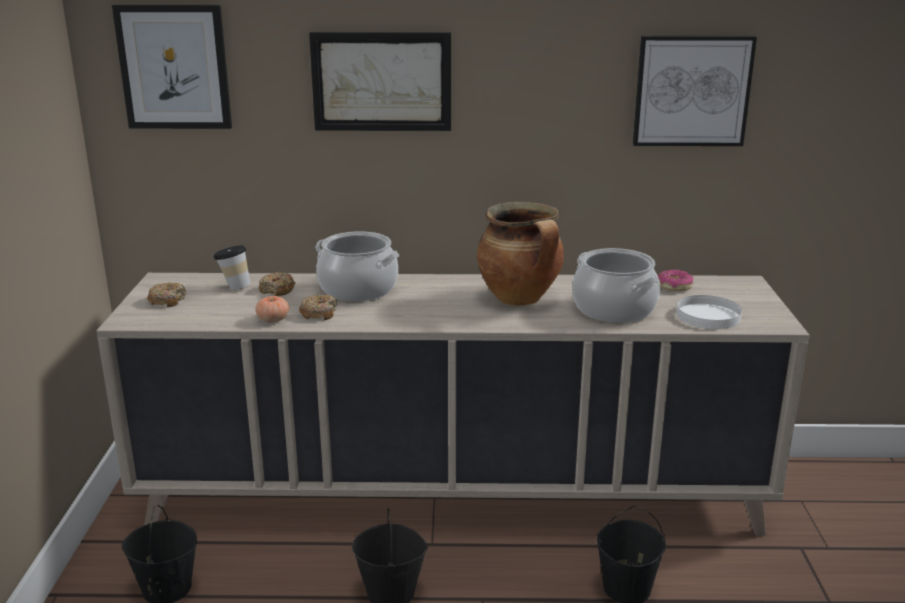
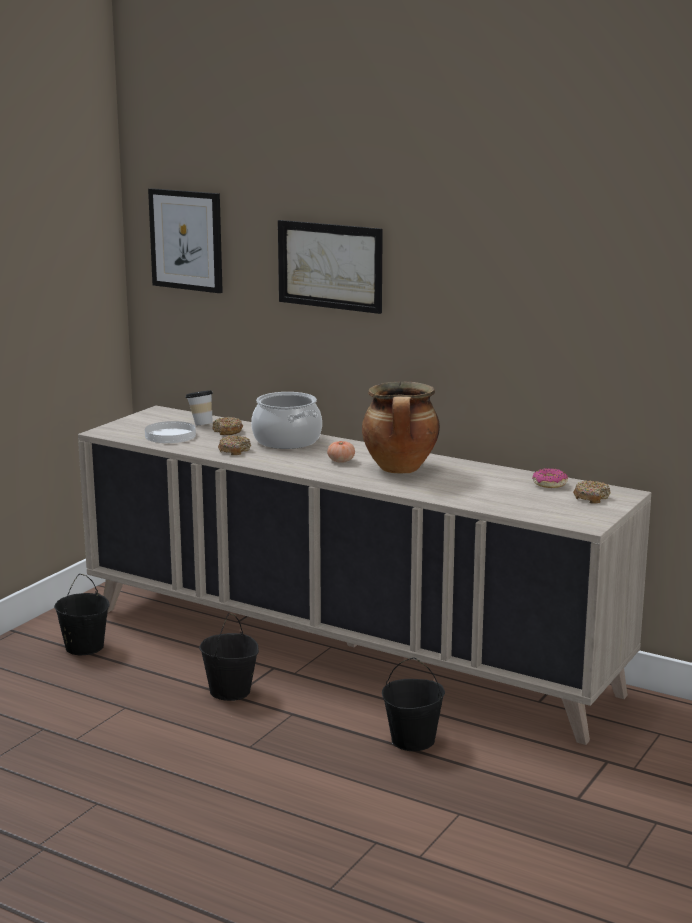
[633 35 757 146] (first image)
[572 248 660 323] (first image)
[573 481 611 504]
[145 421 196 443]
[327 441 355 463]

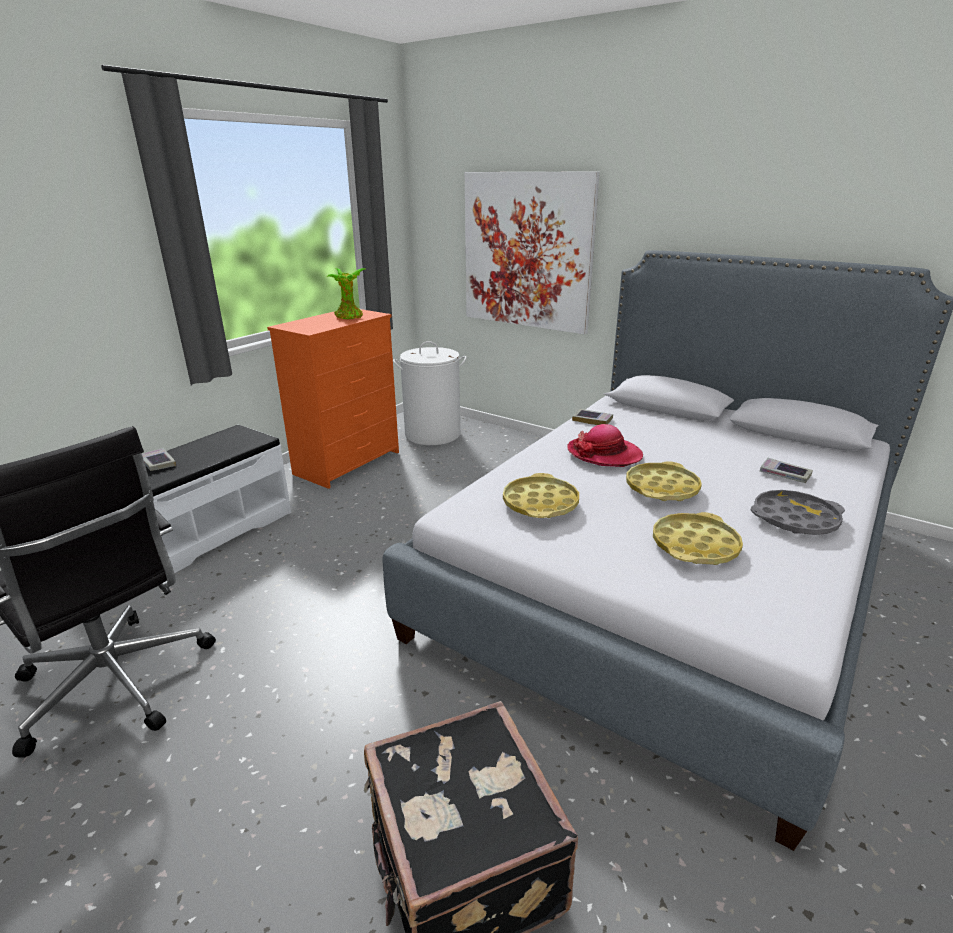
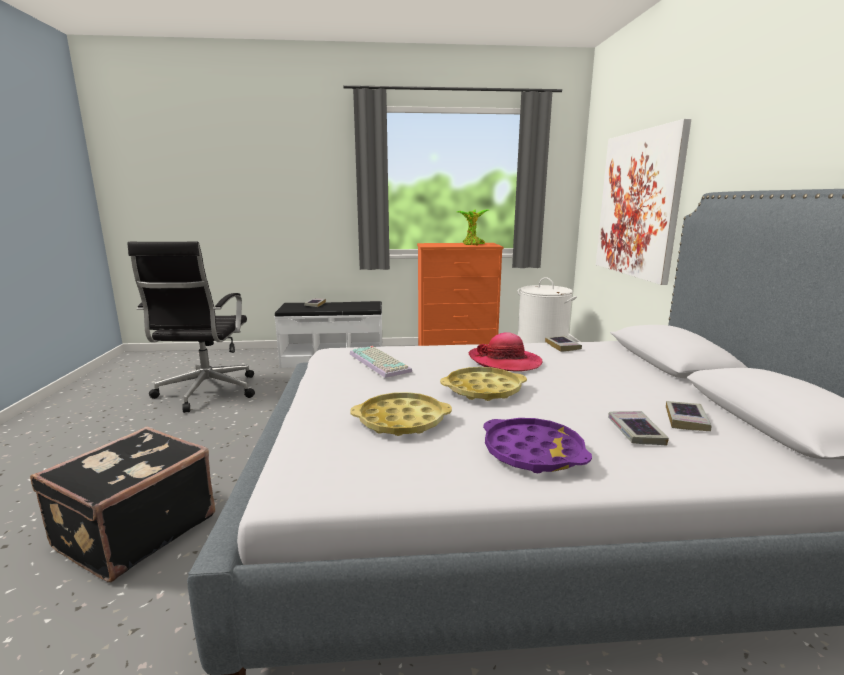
[350 346 412 378]
[483 418 592 473]
[666 401 712 431]

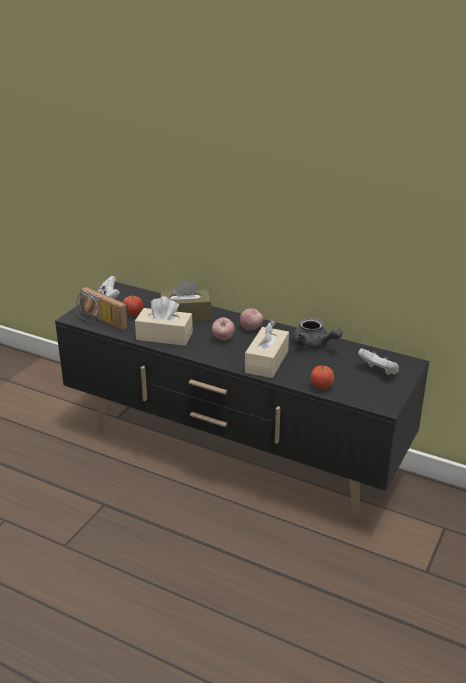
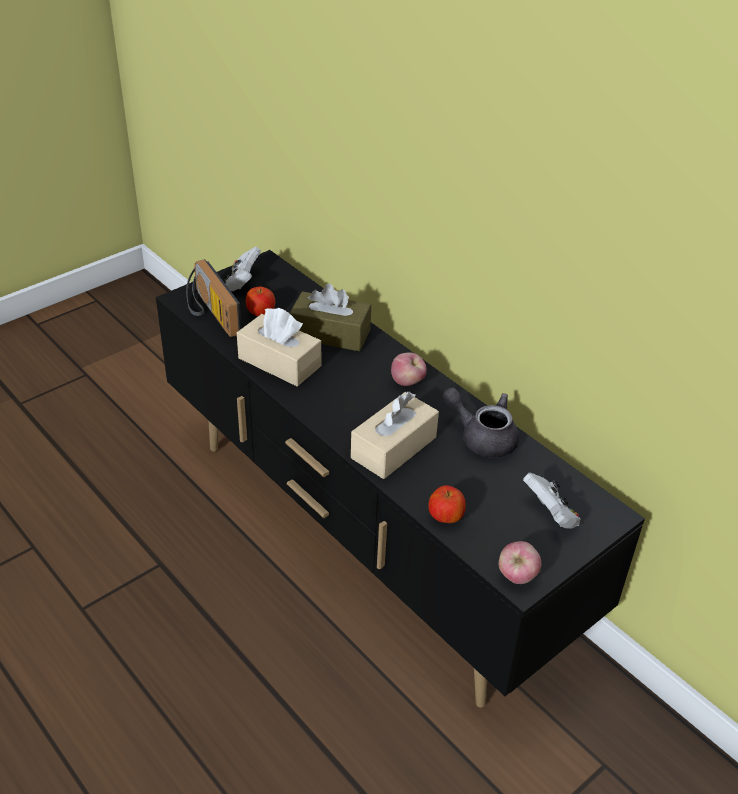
[499 541 541 584]
[442 387 519 457]

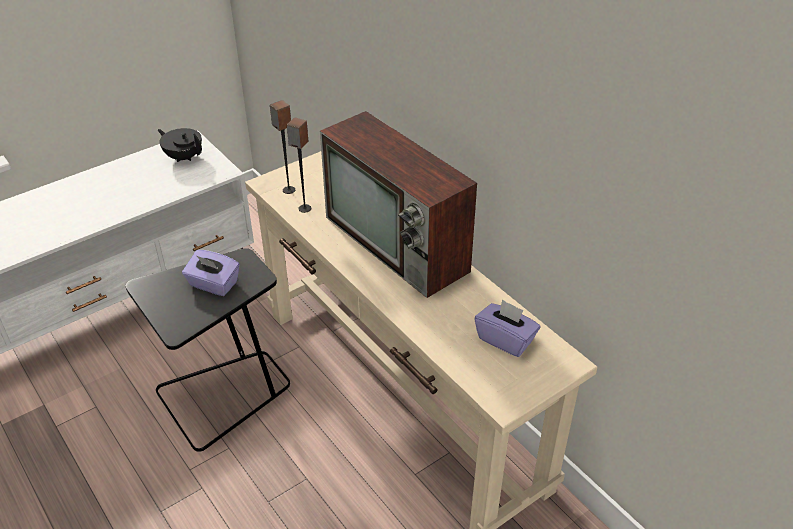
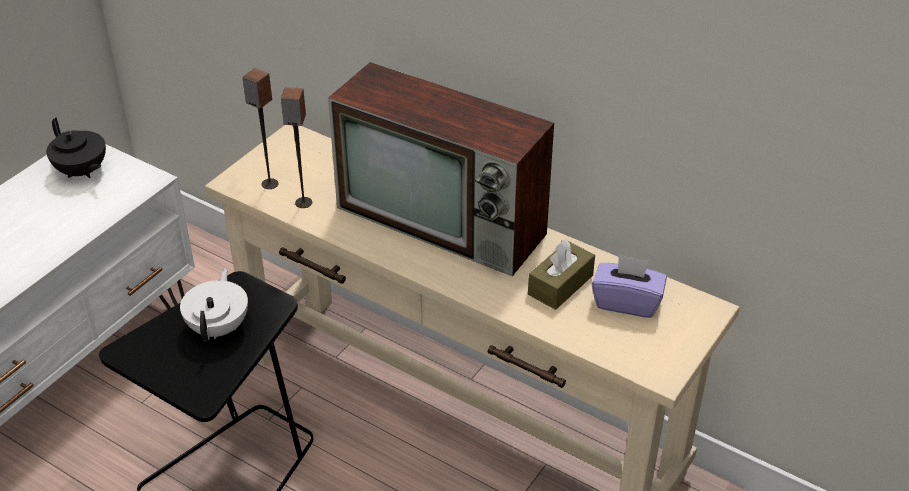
[46 117 106 178]
[180 268 248 342]
[528 239 595 310]

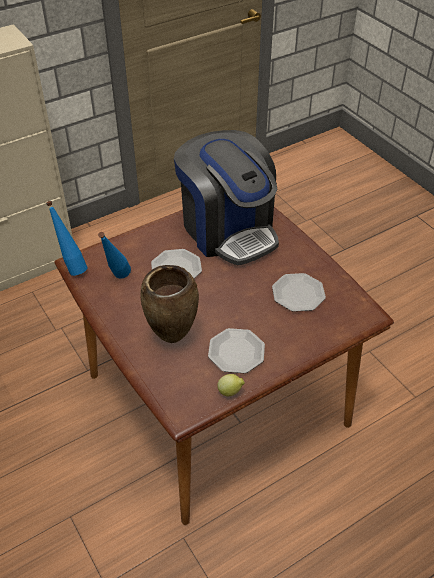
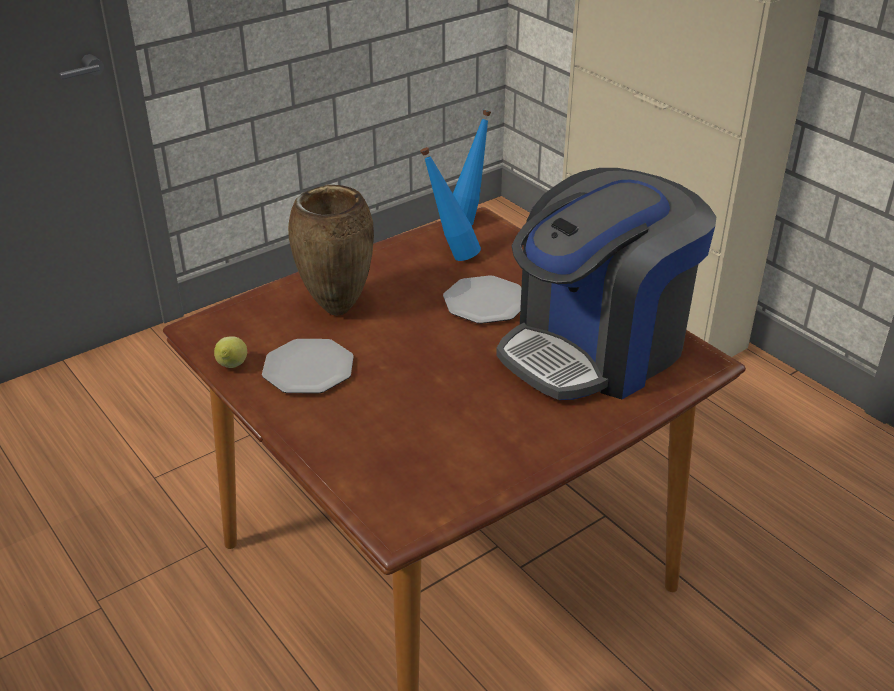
[272 273 326 312] (first image)

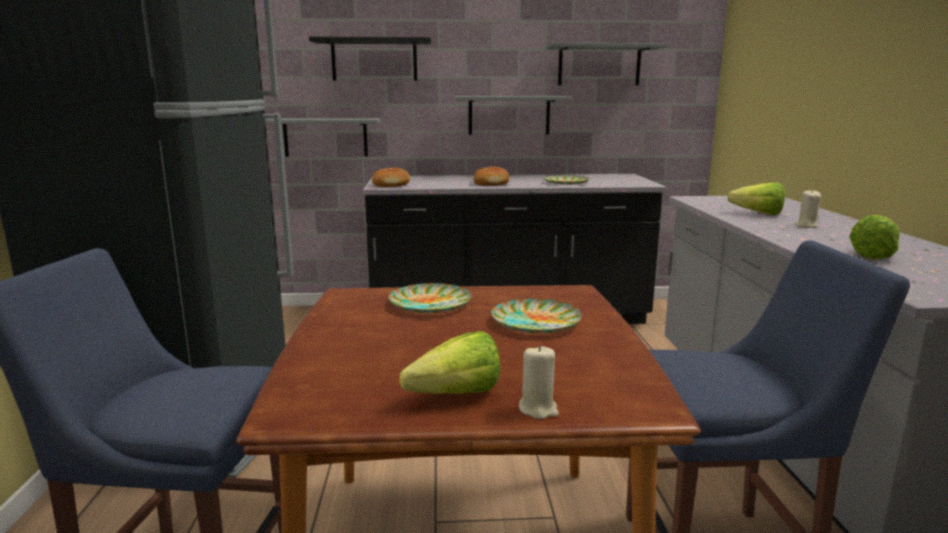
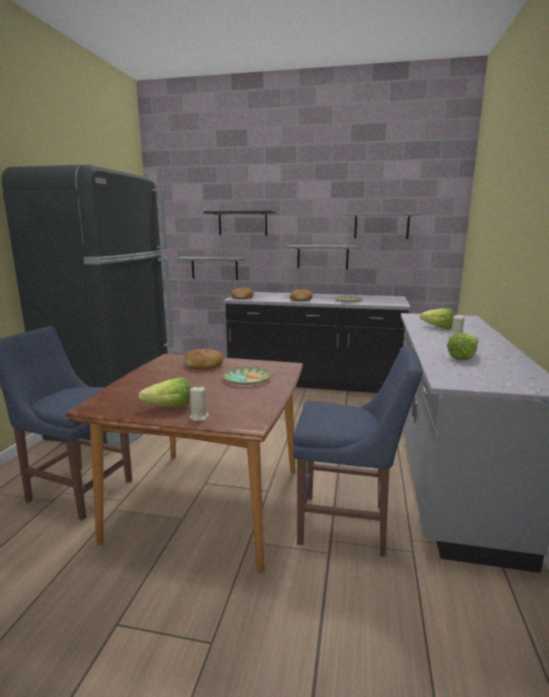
[184 349 223 369]

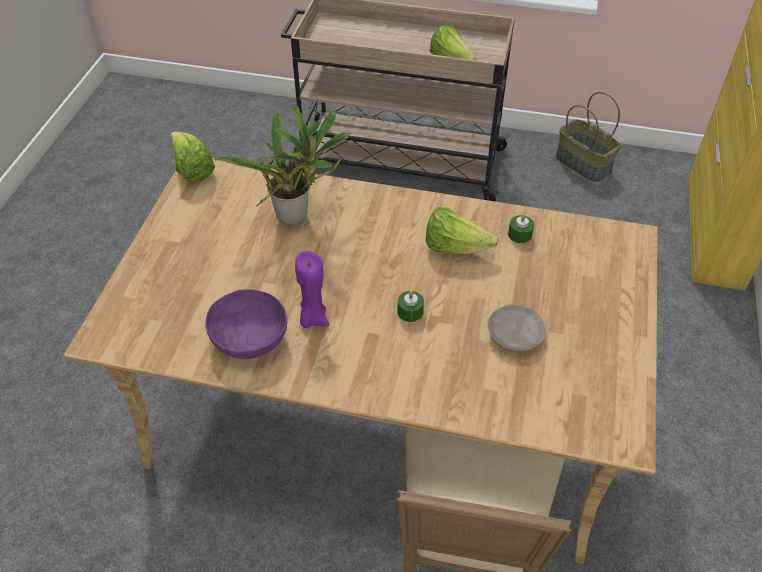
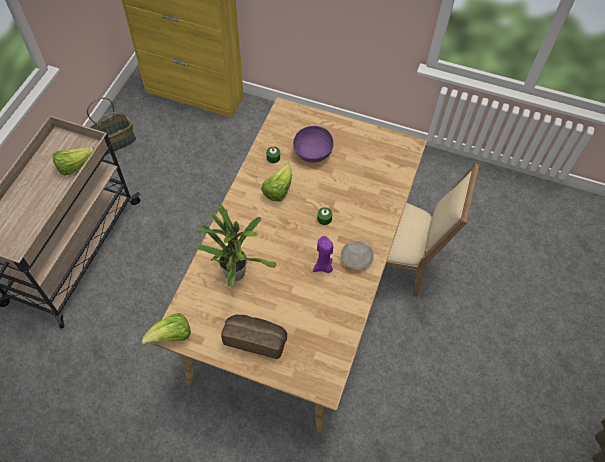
[293 126 334 163]
[341 241 374 270]
[221 314 287 359]

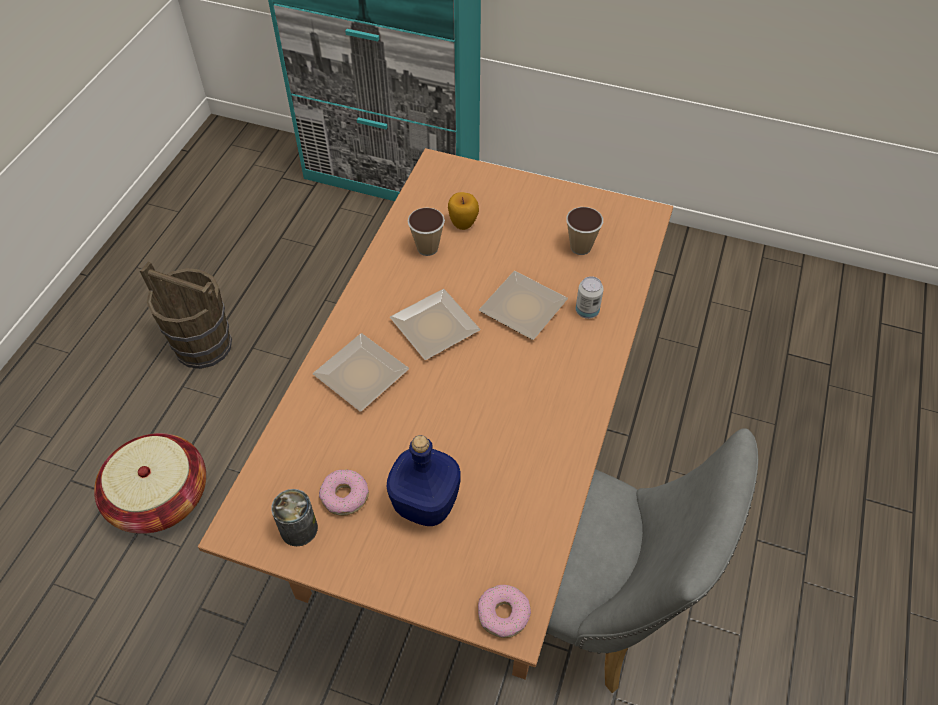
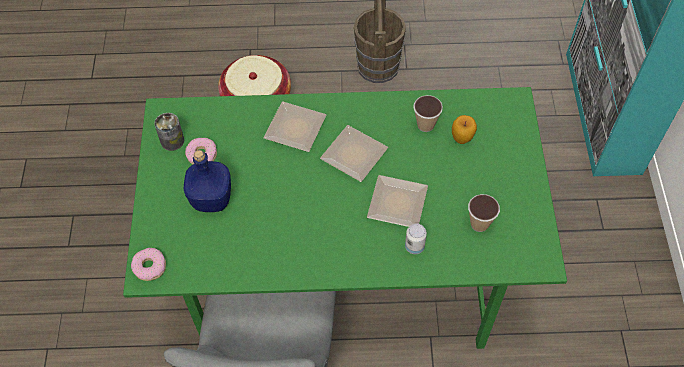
[123 87 567 349]

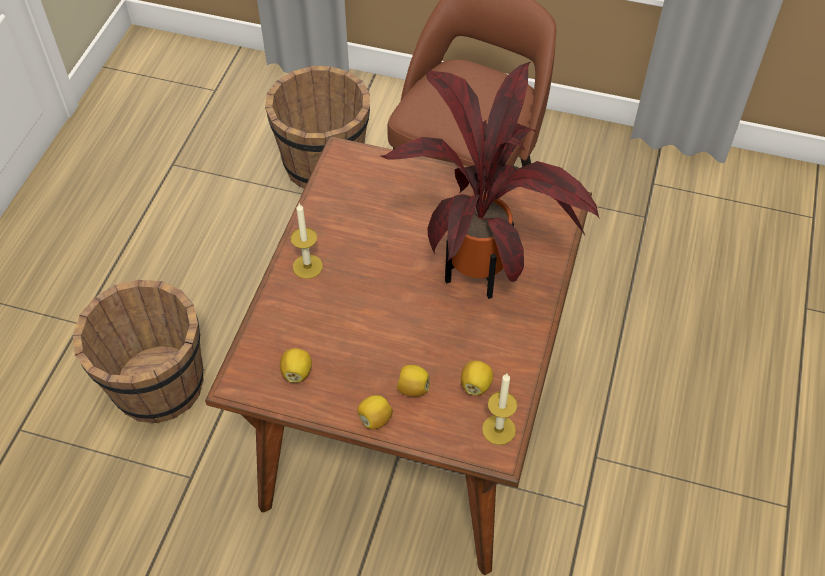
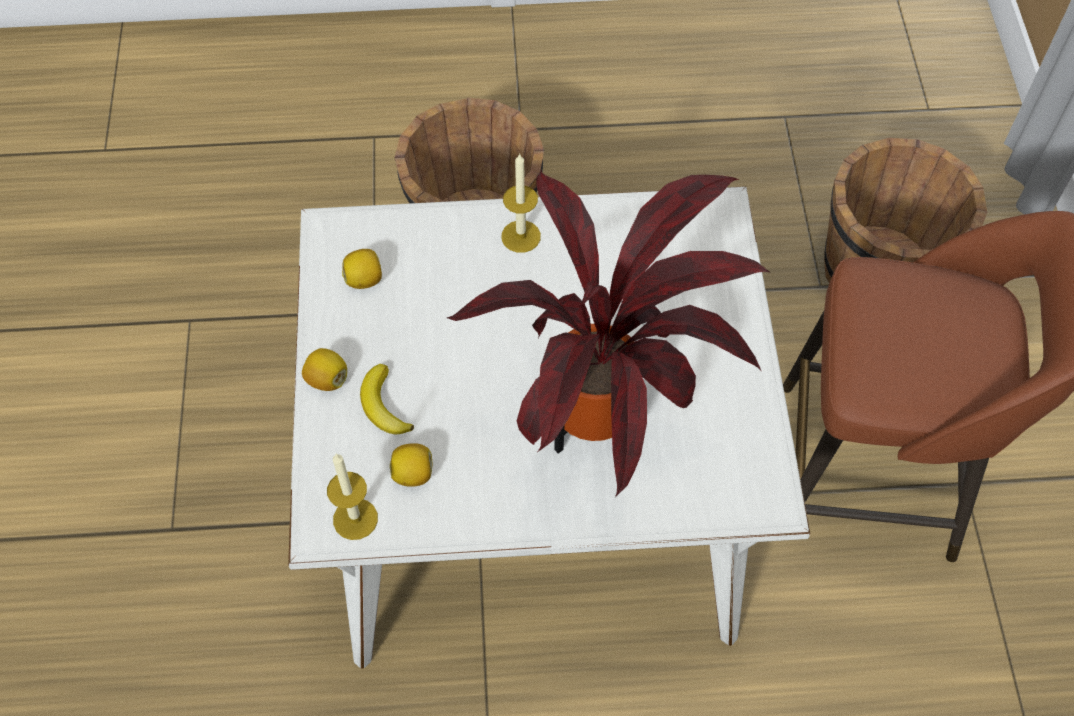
[288 186 810 669]
[360 364 414 435]

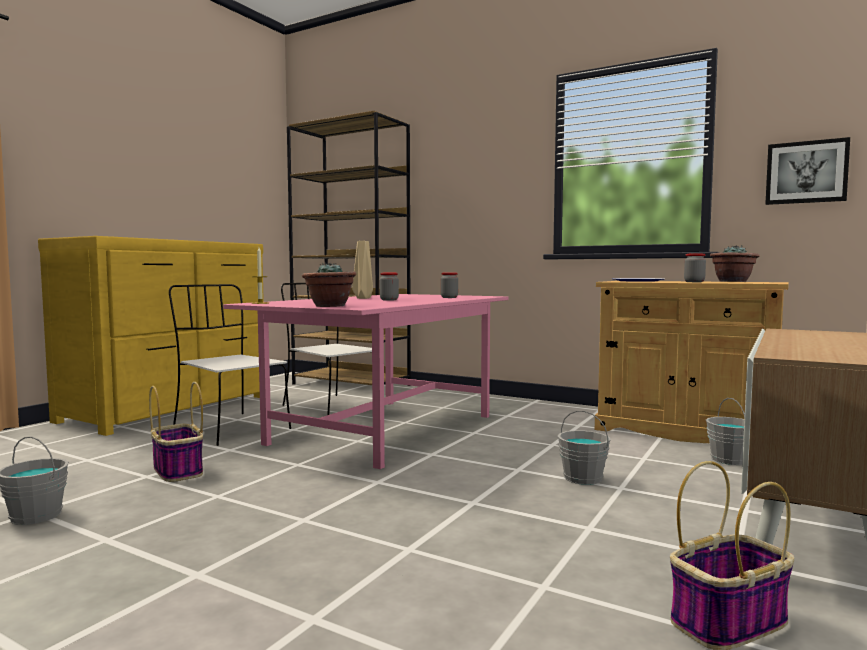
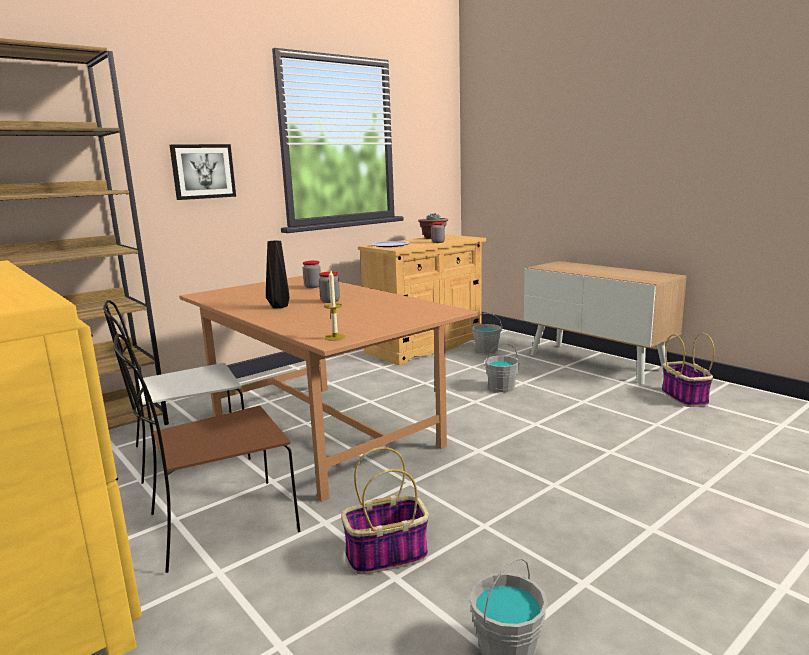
[170 144 236 200]
[266 240 290 308]
[302 262 356 307] (first image)
[114 334 300 573]
[179 276 478 502]

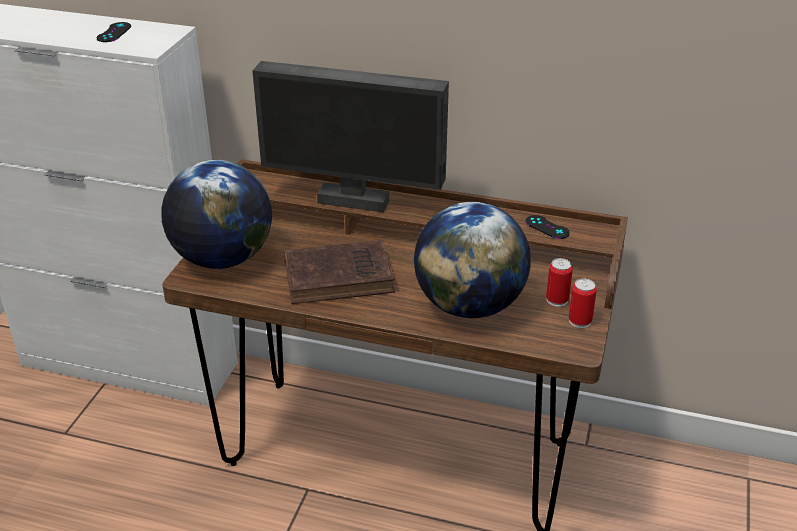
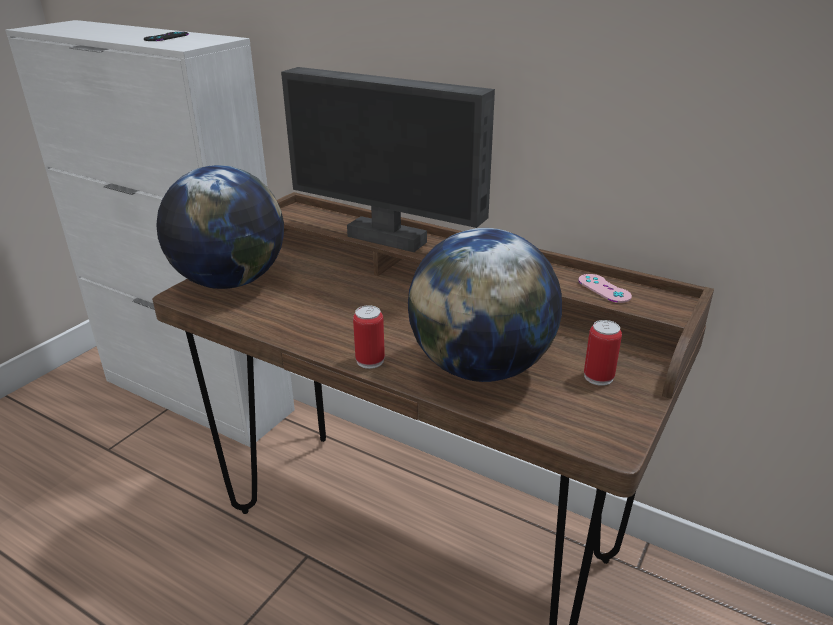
[578 274 632 303]
[284 240 395 304] (first image)
[353 305 385 369]

